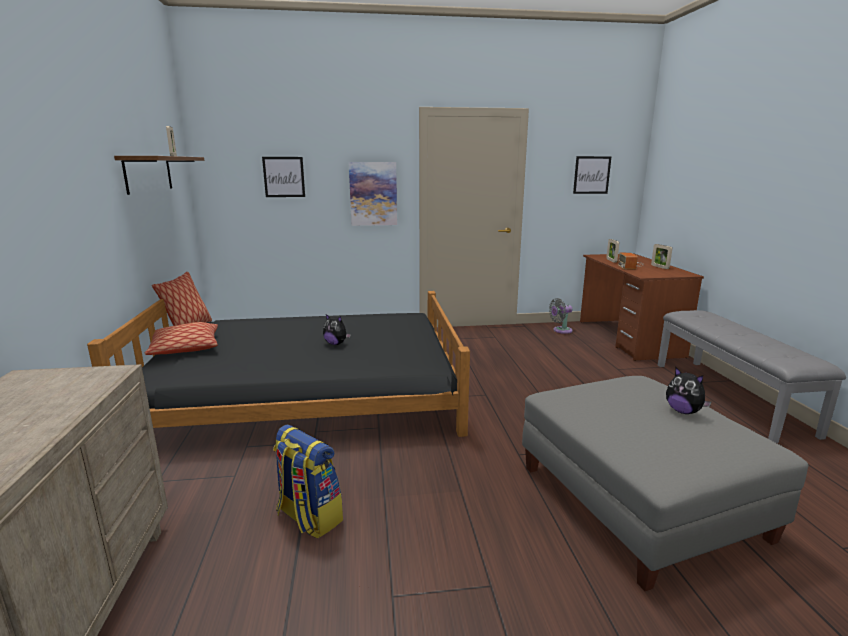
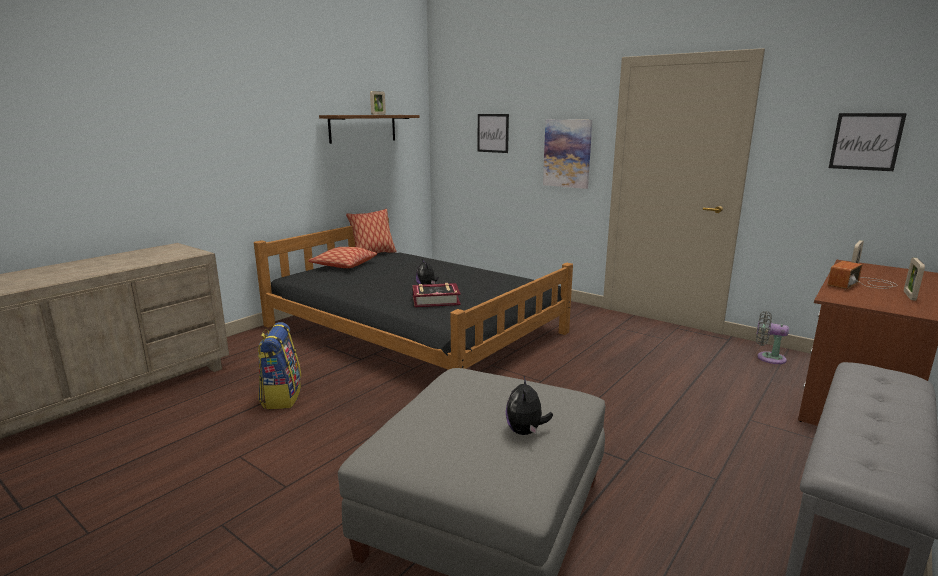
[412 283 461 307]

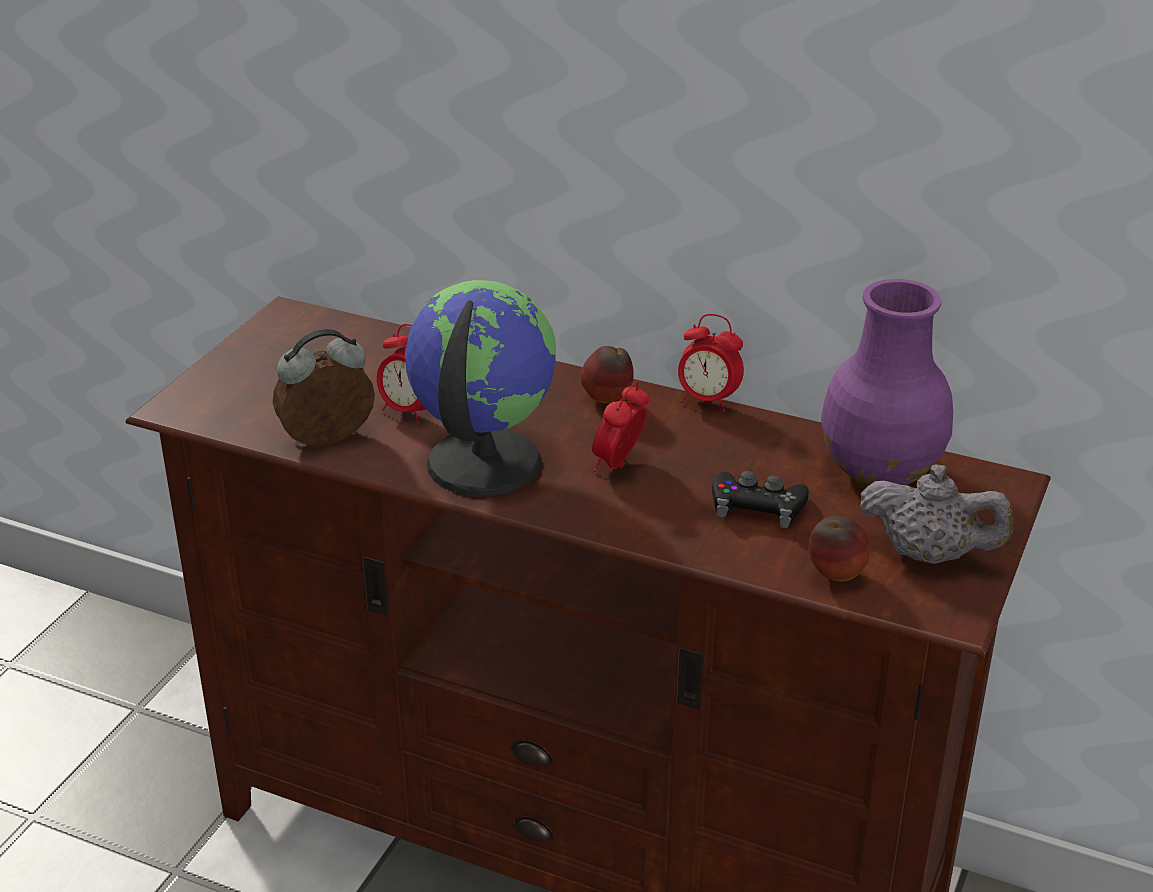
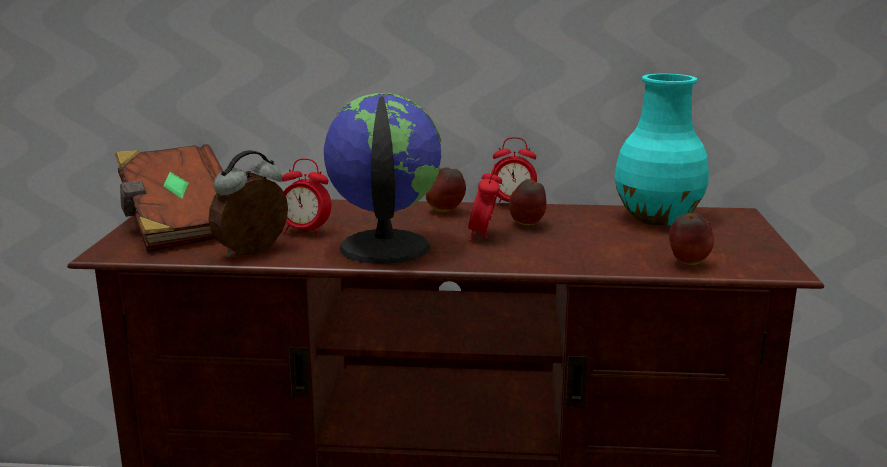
[614 74 709 226]
[860 464 1014 564] (first image)
[712 471 809 528] (first image)
[115 144 223 252]
[509 179 546 225]

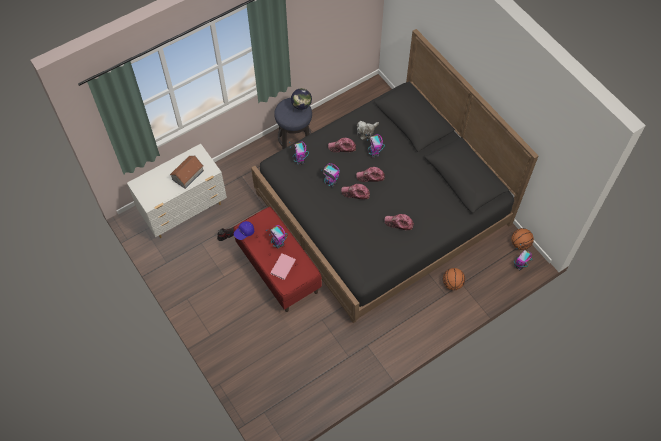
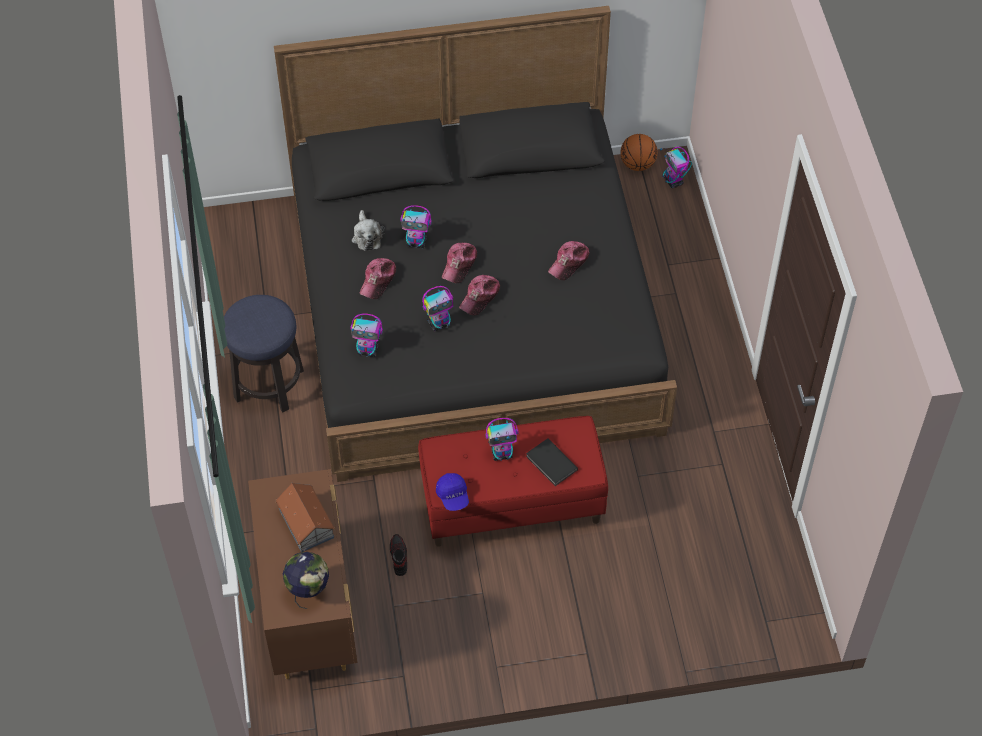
[283 552 329 609]
[248 469 358 679]
[526 438 578 486]
[443 268 465 290] (first image)

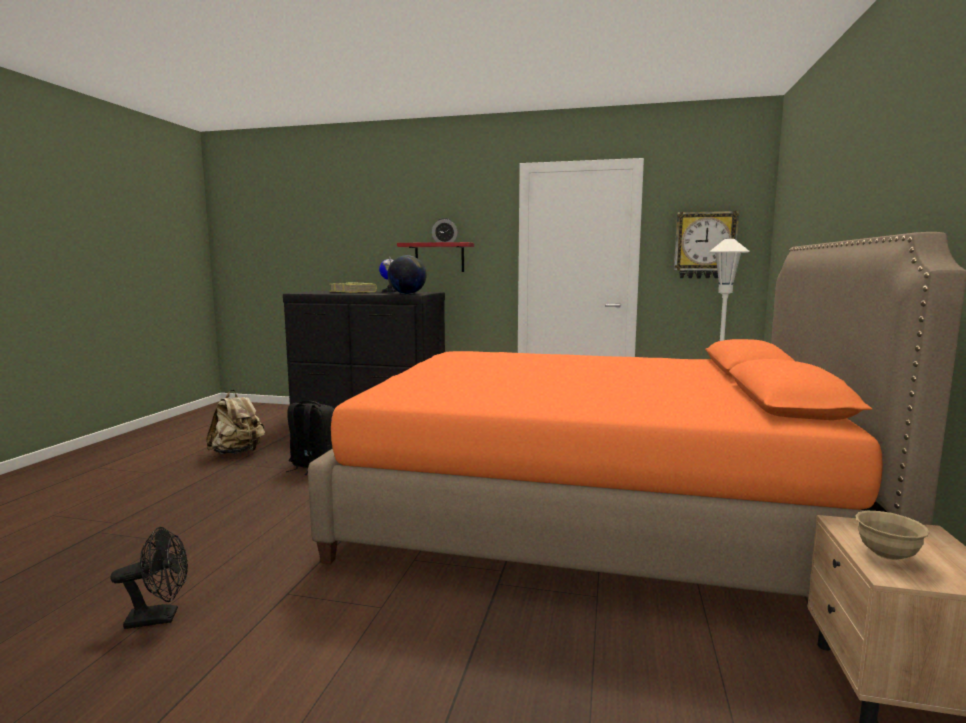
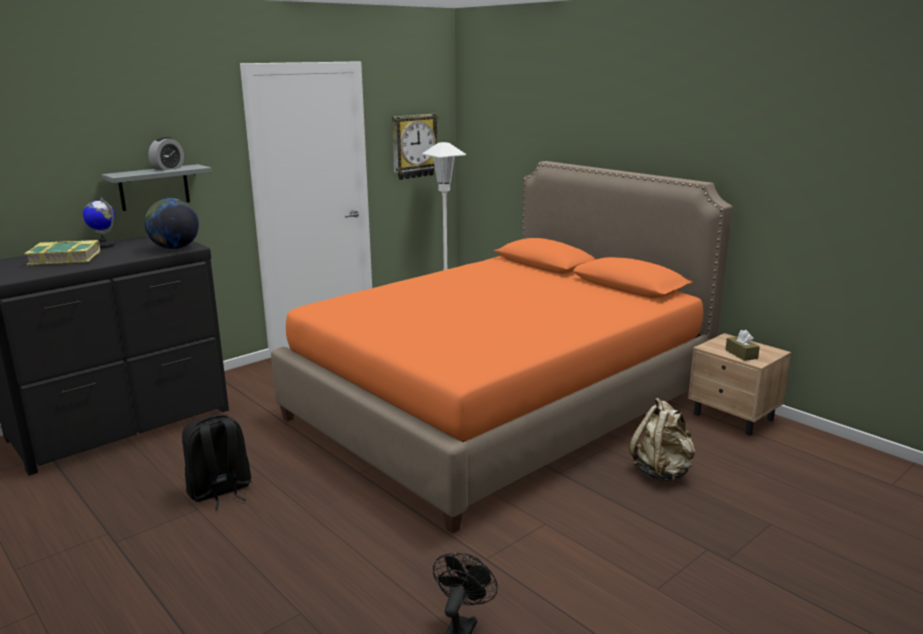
[102 164 212 211]
[629 398 695 482]
[725 330 760 361]

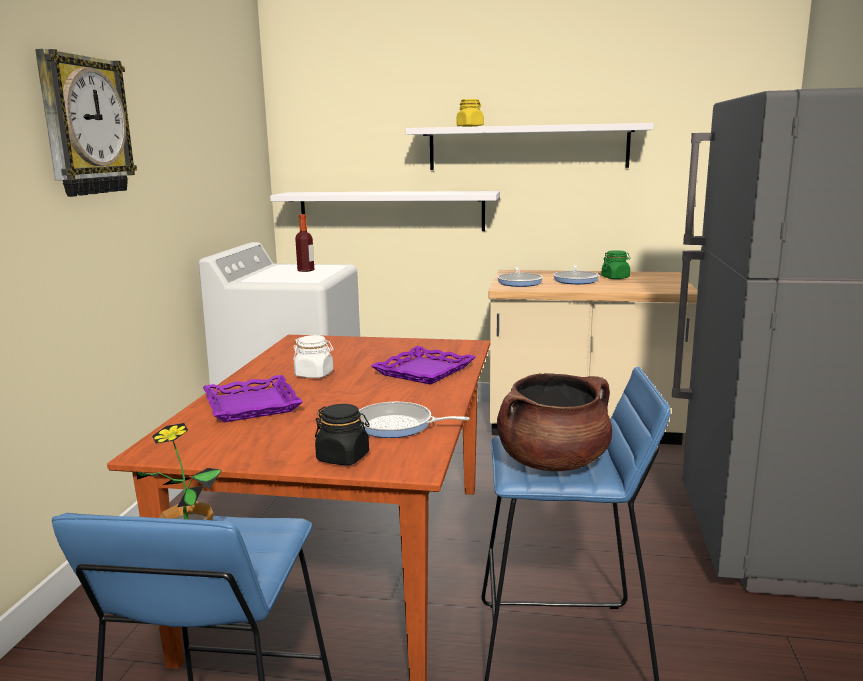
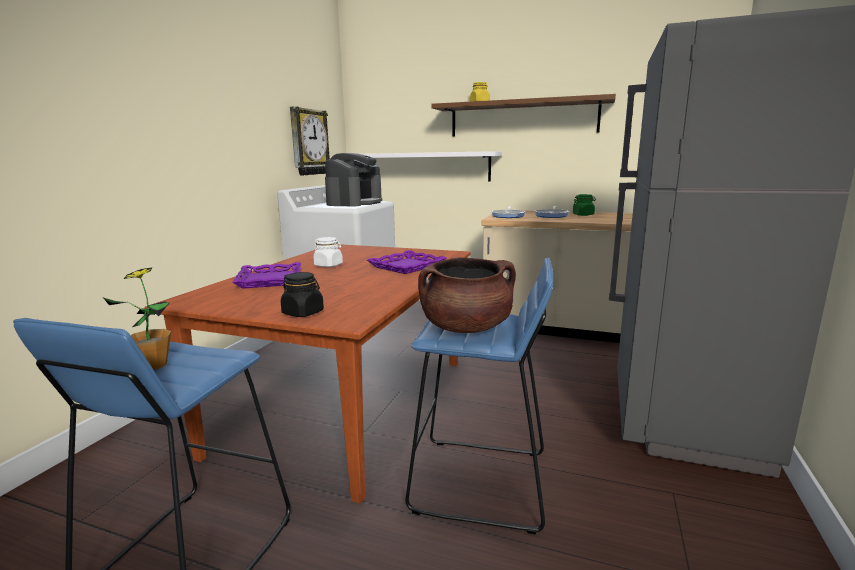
[290 107 330 176]
[431 94 616 137]
[325 153 382 207]
[359 402 470 438] (first image)

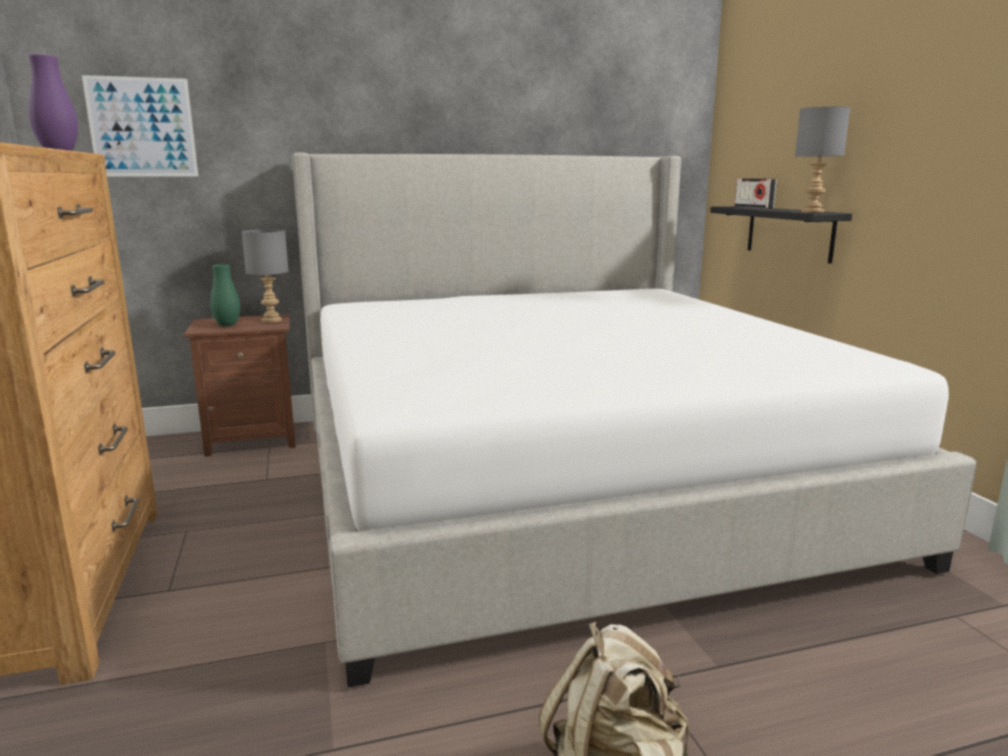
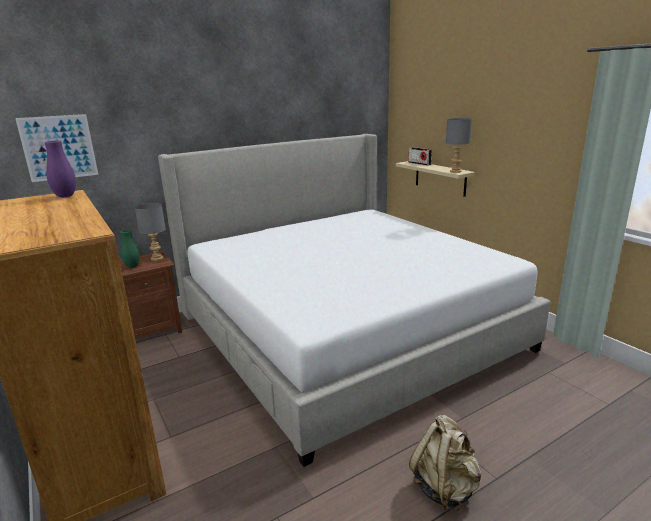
[396 161 475 197]

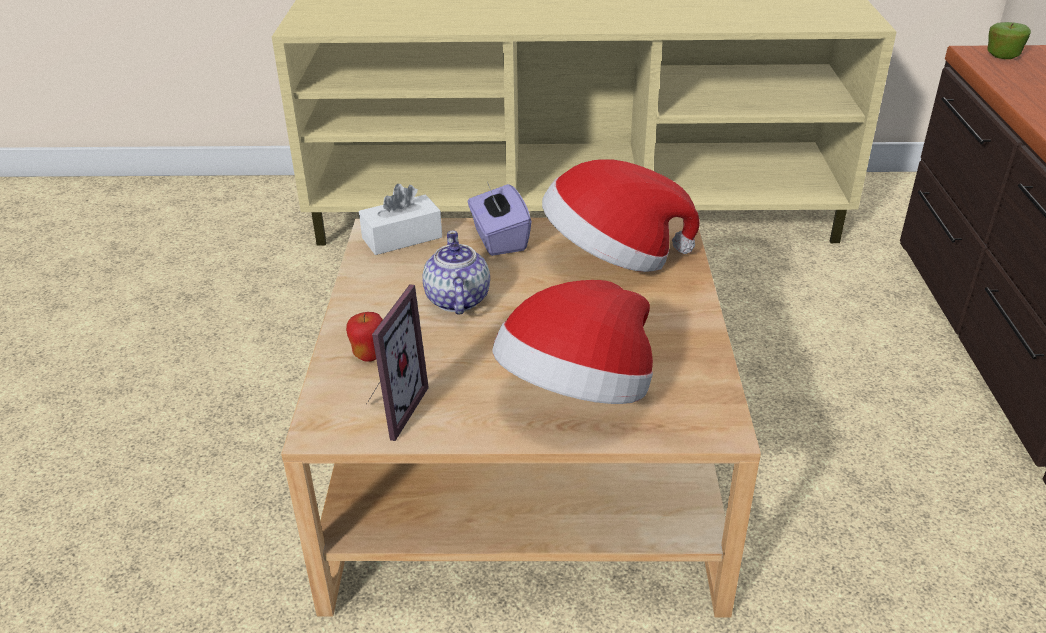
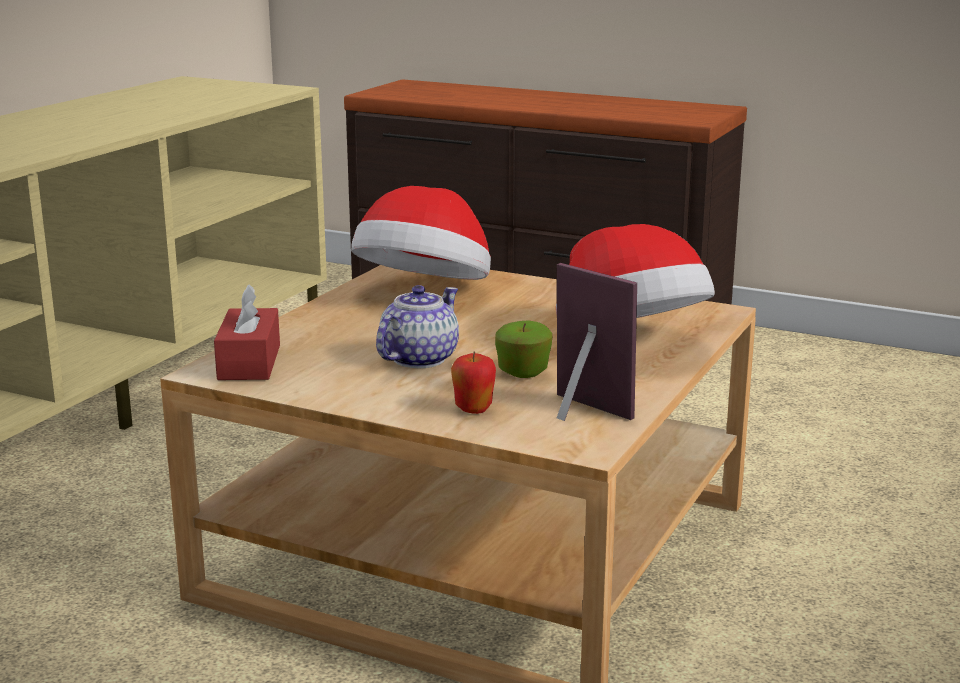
[495 320 552 378]
[468 182 532 256] (first image)
[214 285 280 380]
[376 285 459 368]

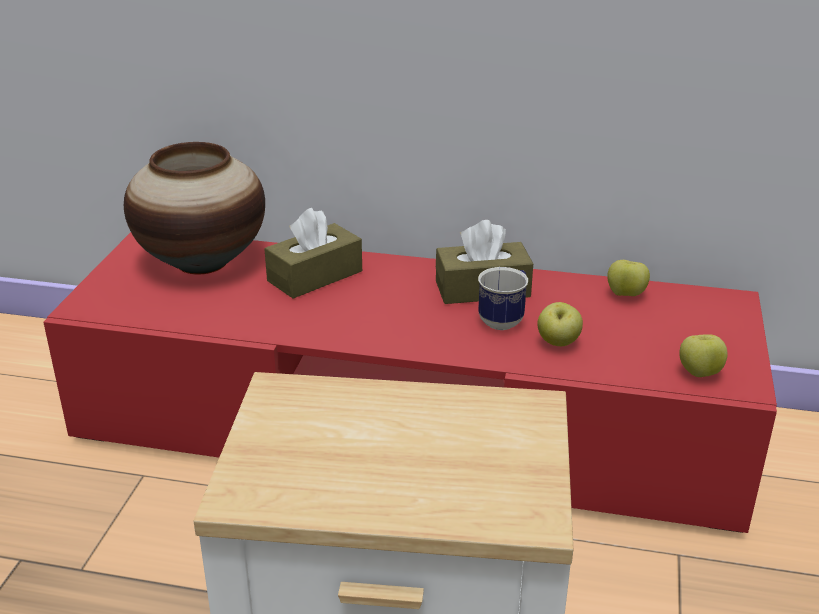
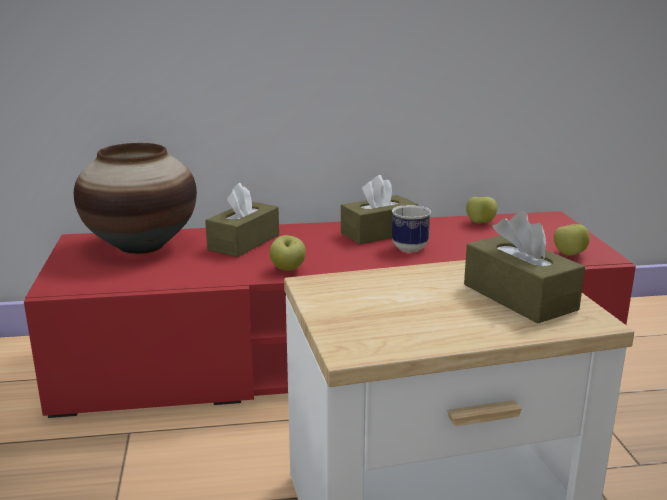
[269 235 306 271]
[464 211 585 323]

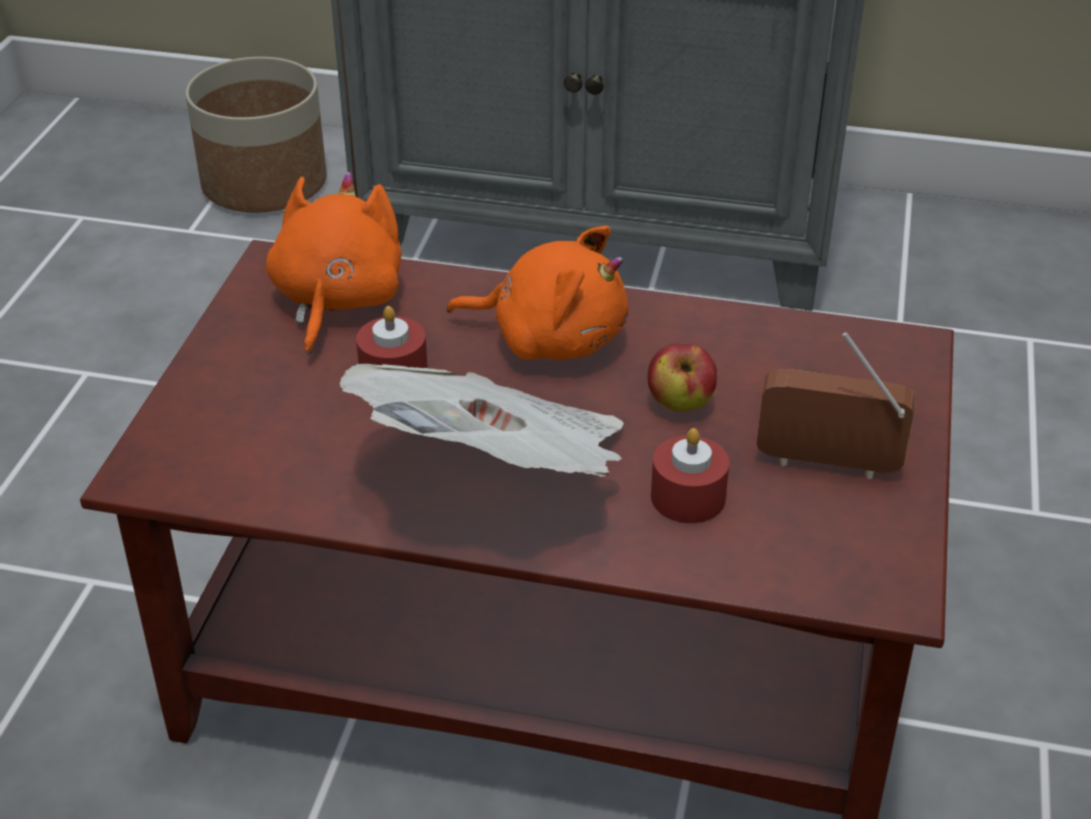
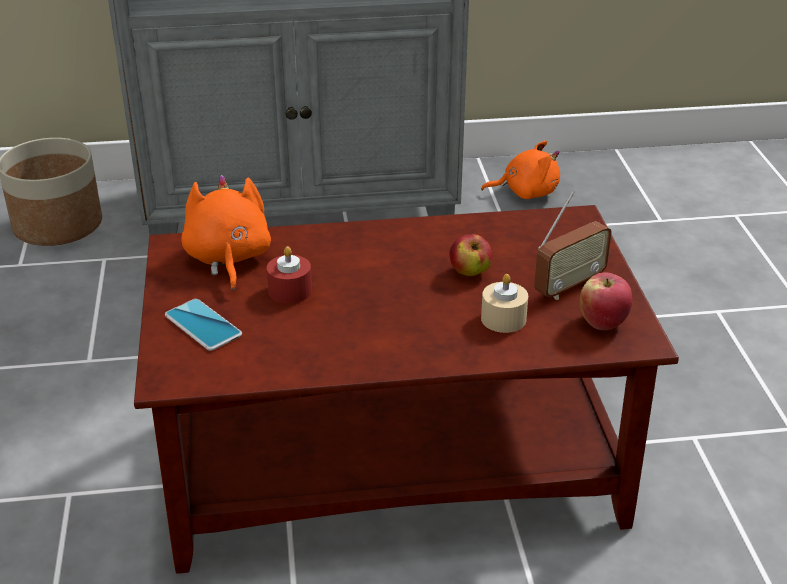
[481 141 560 199]
[534 191 612 300]
[340 364 624 477] (first image)
[481 274 528 333]
[580 272 633 330]
[165 299 242 351]

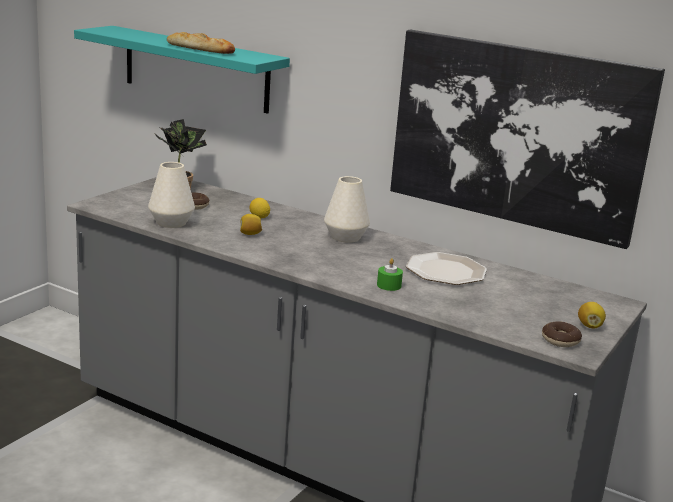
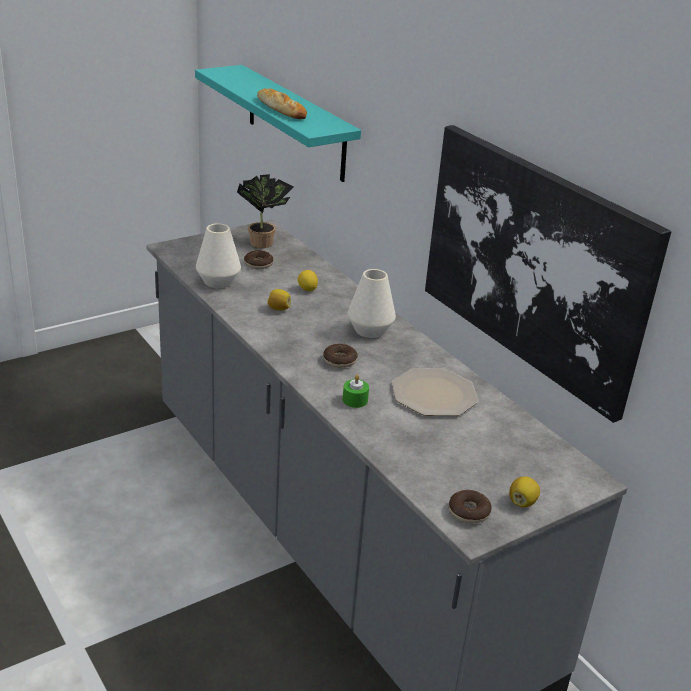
[323 344 358 368]

